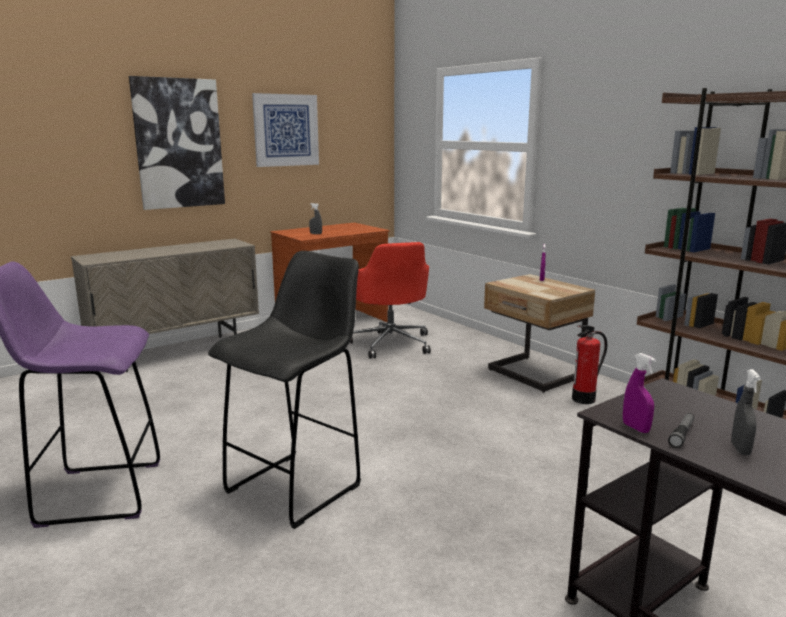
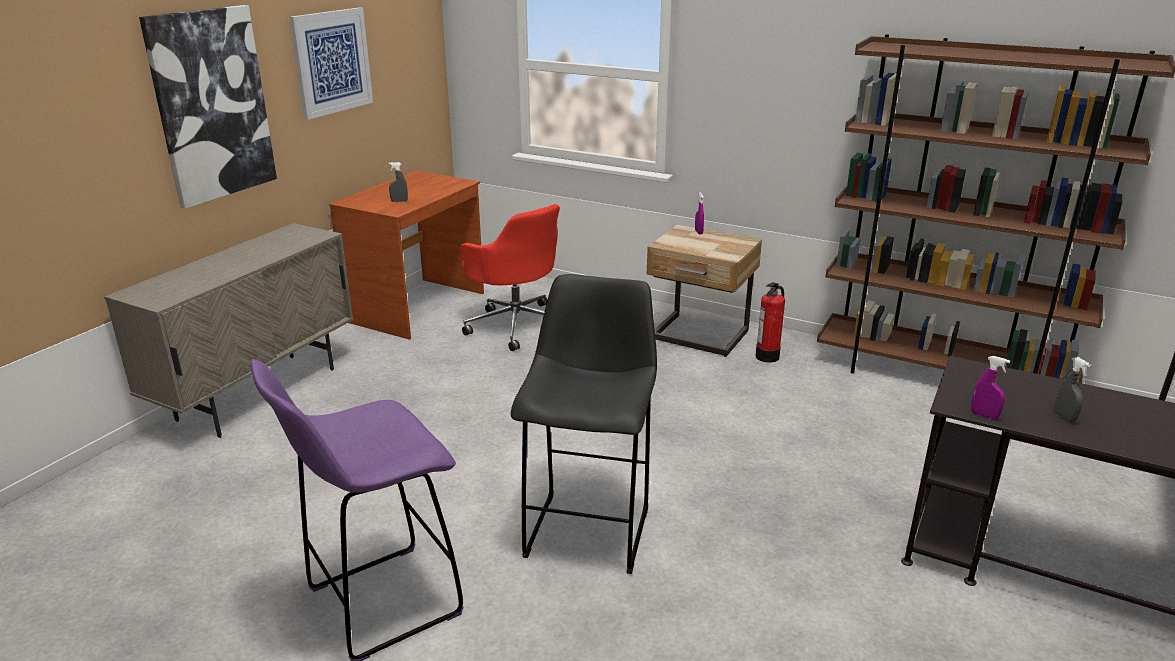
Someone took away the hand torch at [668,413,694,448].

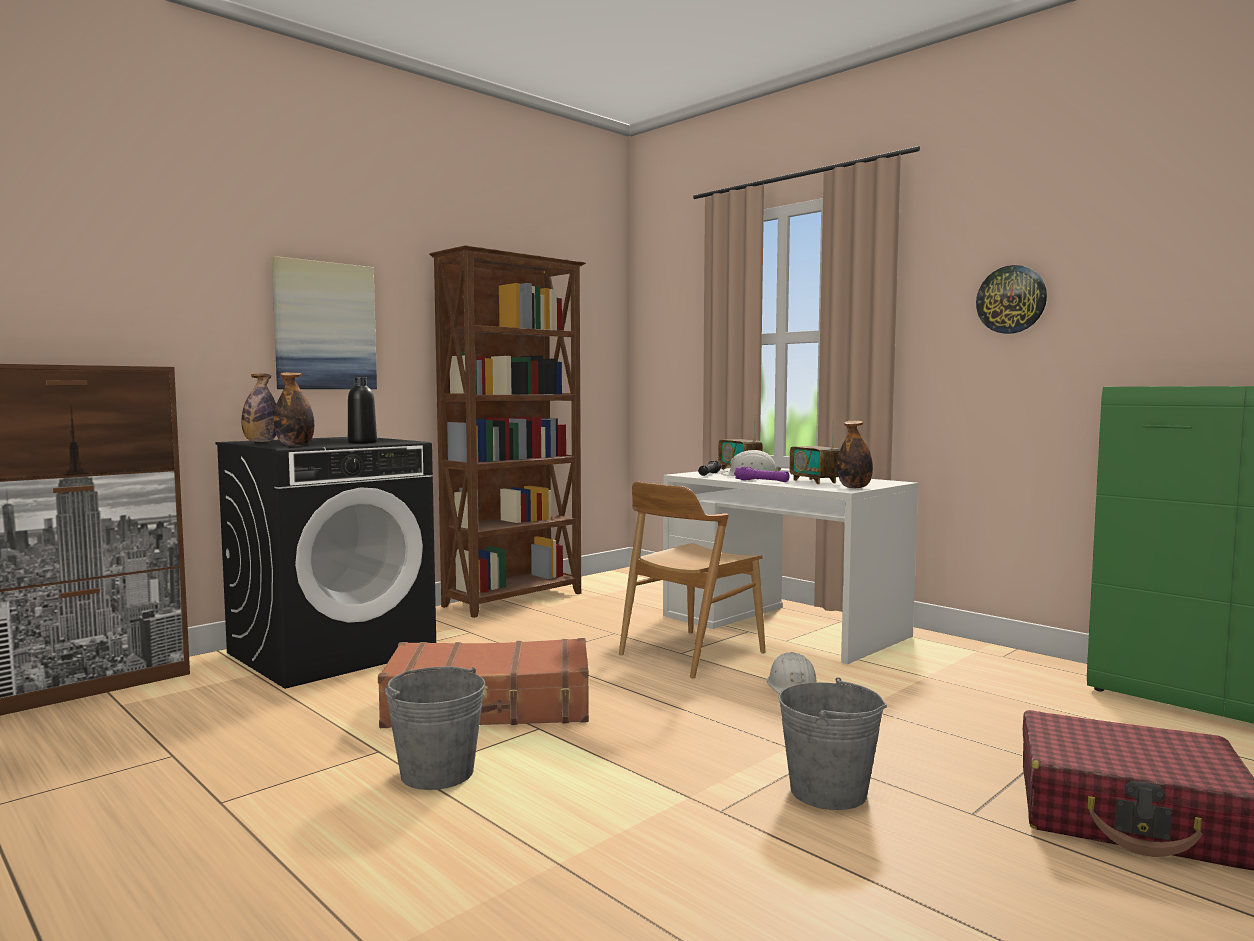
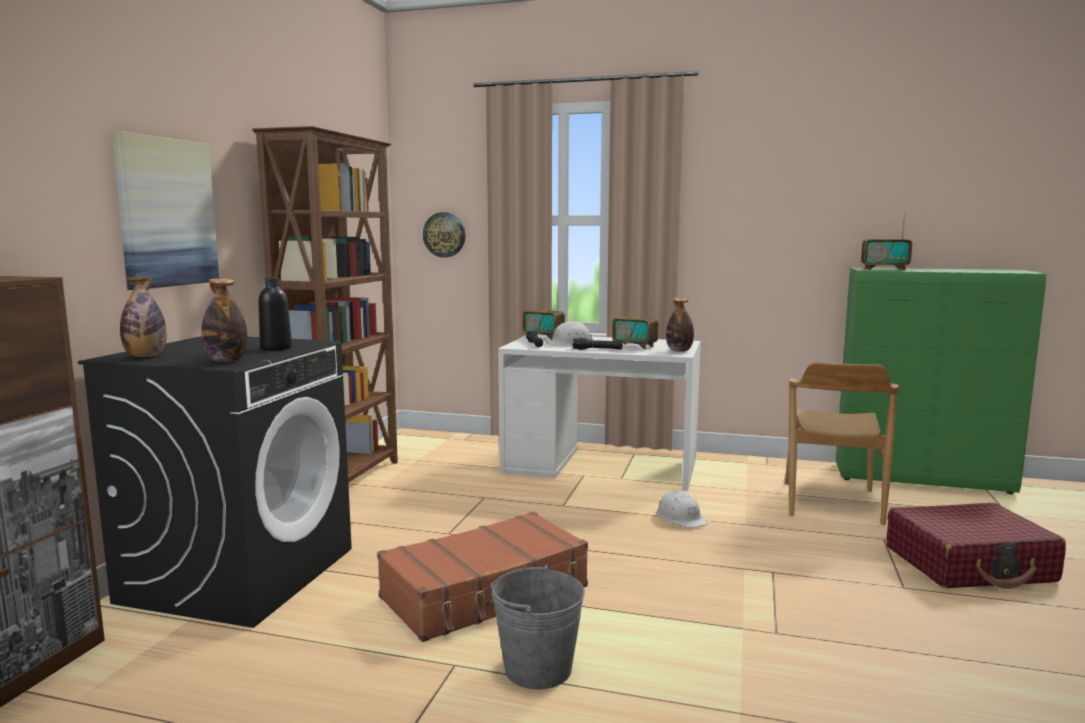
Someone carried the brown upright chair from [619,481,765,679] to [785,362,899,525].
Someone repainted the purple-coloured hand torch at [734,467,790,482], which became the black-coloured hand torch at [572,338,623,350].
Someone took away the greyish bucket at [778,678,887,810].
Someone carried the wall clock from [976,265,1047,334] to [423,212,465,258].
Someone put down the radio set at [861,214,912,271].

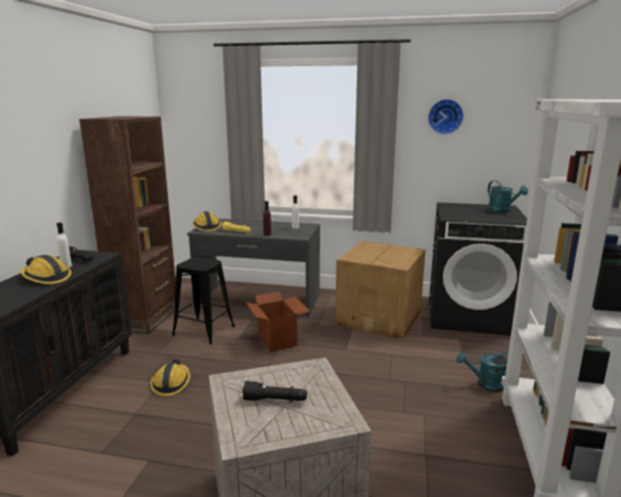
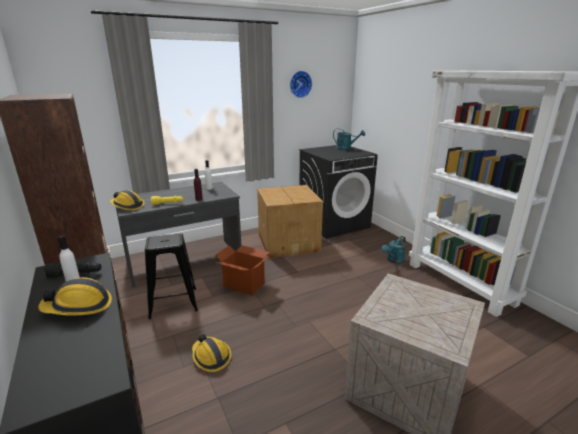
Someone took away the black-coloured hand torch at [242,381,307,403].

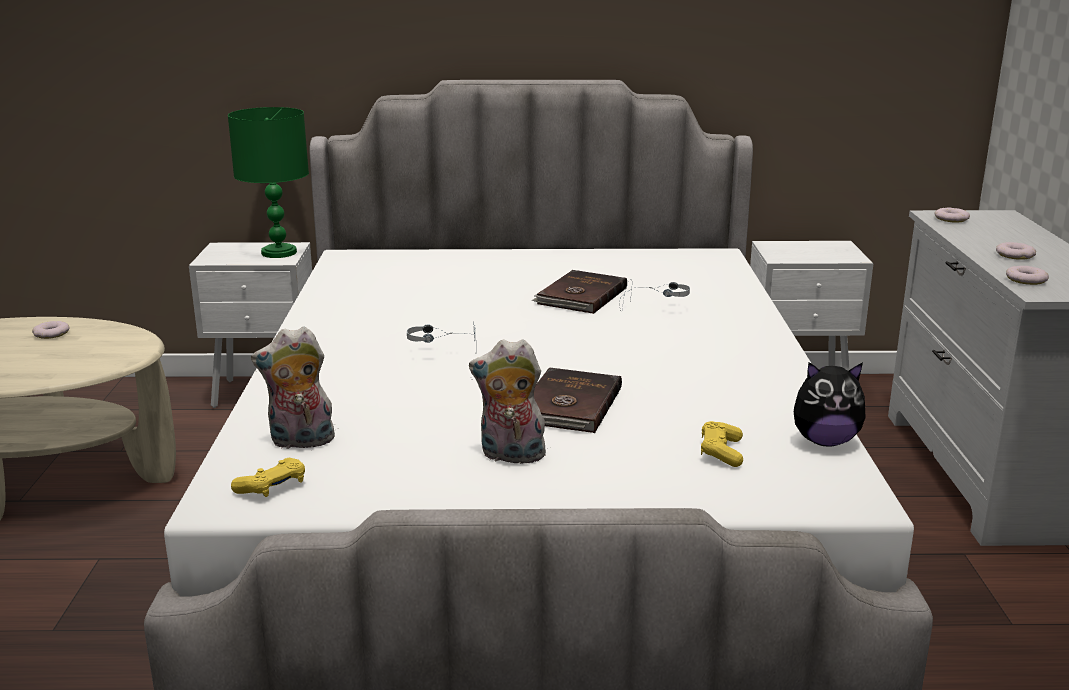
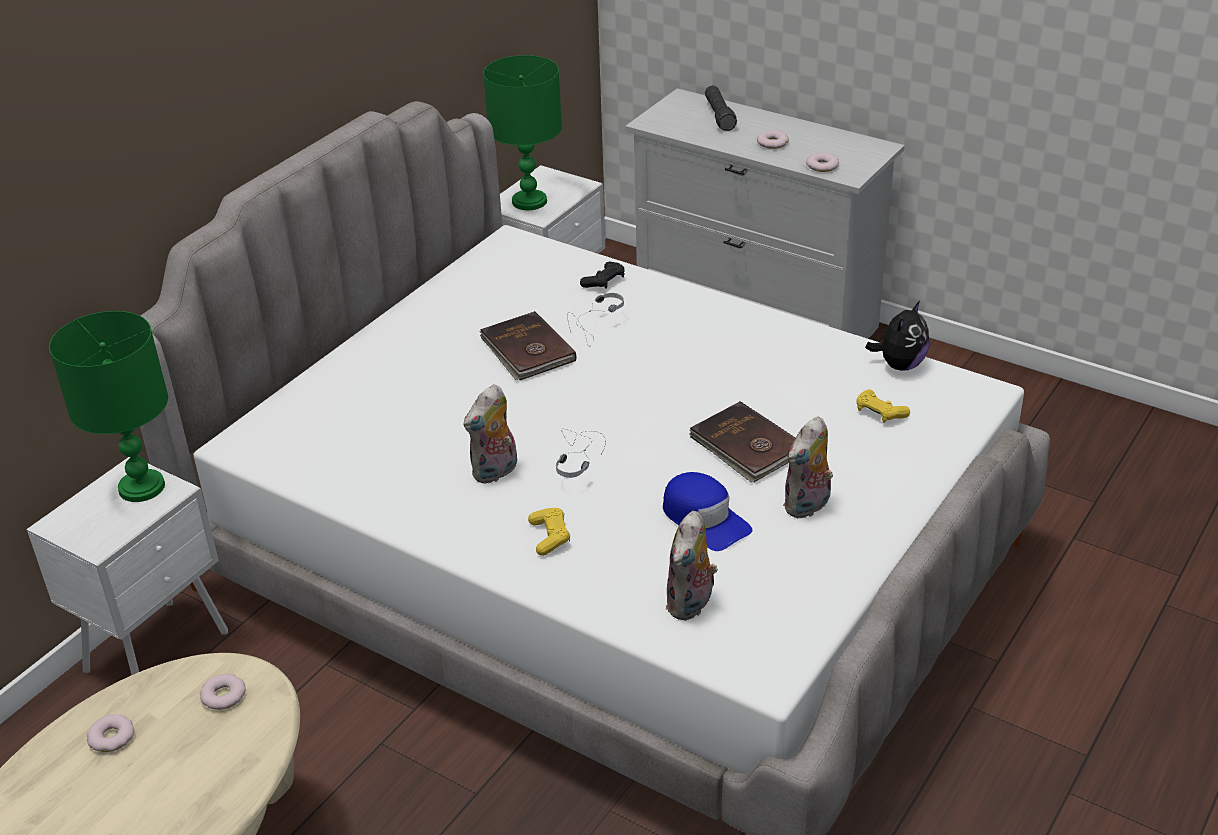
Someone carried the yellow-coloured game controller from [231,458,305,497] to [528,508,570,556].
Someone carried the doughnut from [934,208,970,222] to [200,674,246,710].
Someone put down the soft toy at [464,384,517,484].
Someone put down the green-coloured lamp for a table at [483,55,562,210].
Someone put down the black-coloured game controller at [580,262,625,289].
Someone put down the bluish baseball cap at [663,472,752,551].
Someone put down the black-coloured hand torch at [705,86,737,131].

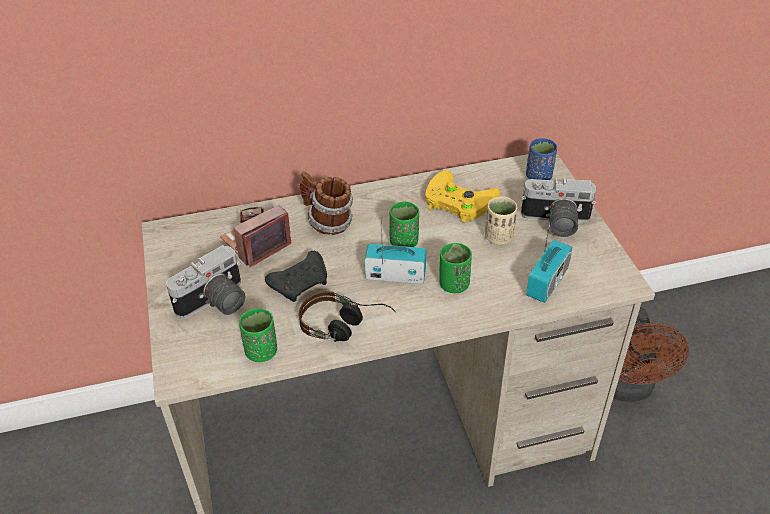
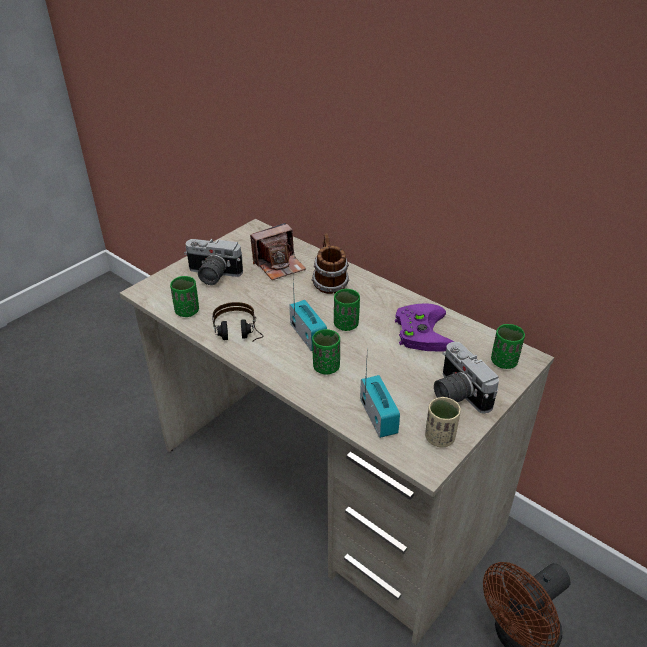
Someone rotated the photo camera at [220,205,291,267] by 135 degrees clockwise.
Someone took away the black-coloured game controller at [265,251,327,302].
Someone repainted the yellow-coloured game controller at [425,170,500,223], which became the purple-coloured game controller at [395,304,454,351].
Someone carried the sand-coloured small cup from [485,196,517,245] to [425,397,461,447].
Someone repainted the bluish small cup at [526,138,557,180], which became the green-coloured small cup at [491,324,525,369].
Someone rotated the radio set at [526,205,572,303] by 105 degrees counterclockwise.

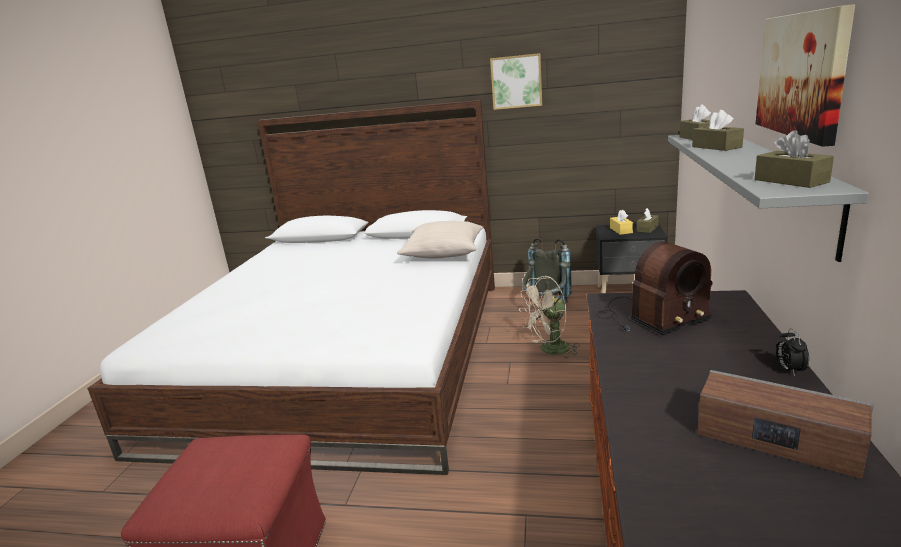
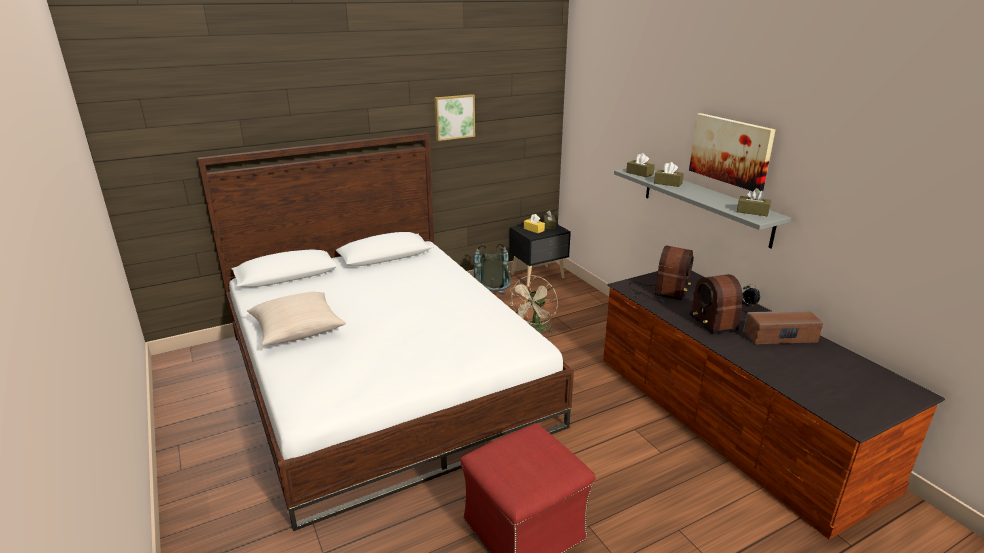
Someone carried the sand-coloured cushion from [397,221,484,258] to [247,292,346,346].
Someone put down the radio set at [689,274,746,334].

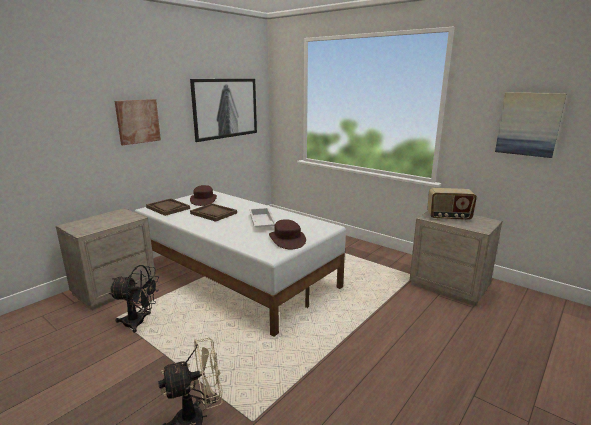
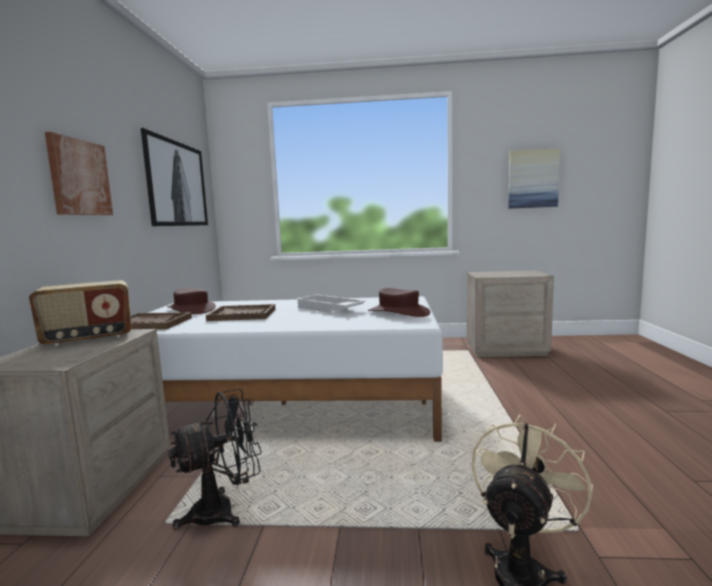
Someone carried the radio set from [427,188,477,221] to [29,280,131,346].

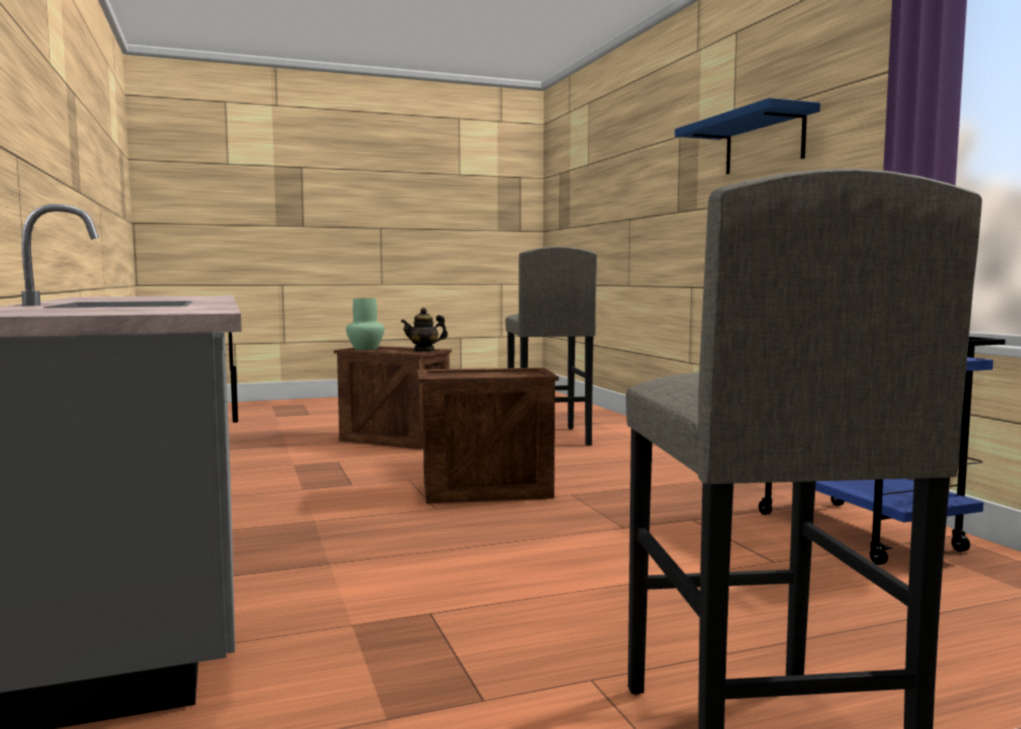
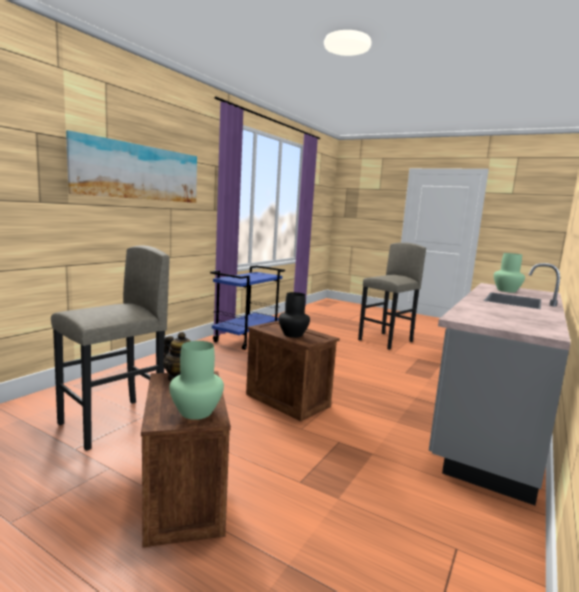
Someone swapped the bluish shelf at [675,98,820,174] for the wall picture at [66,130,197,203].
Someone put down the black-coloured decorative vase at [278,292,310,338].
Someone put down the green-coloured decorative vase at [494,253,525,293].

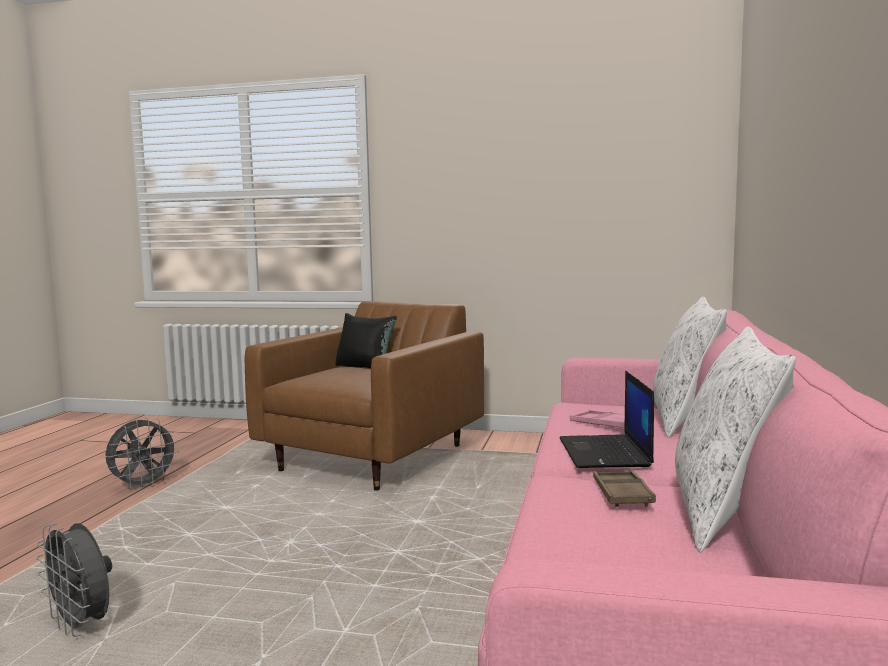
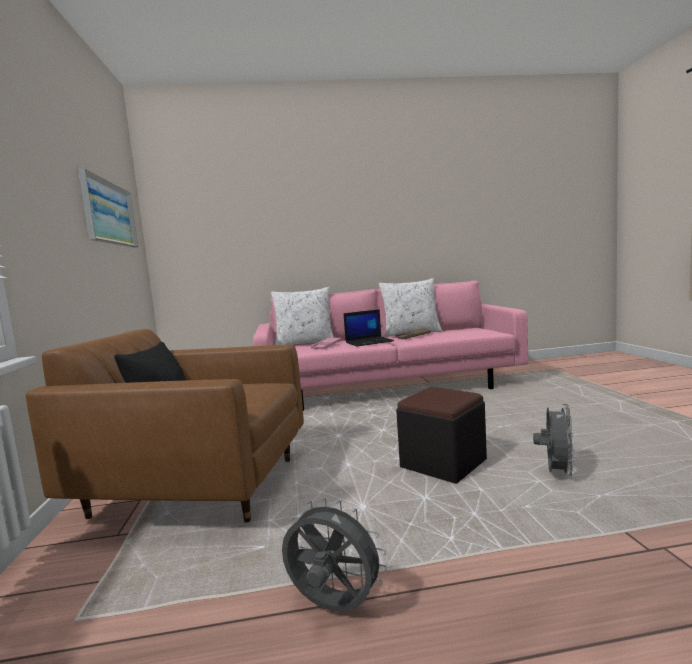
Someone put up the wall picture at [78,169,138,248].
Someone put down the black-coloured ottoman at [396,387,487,484].

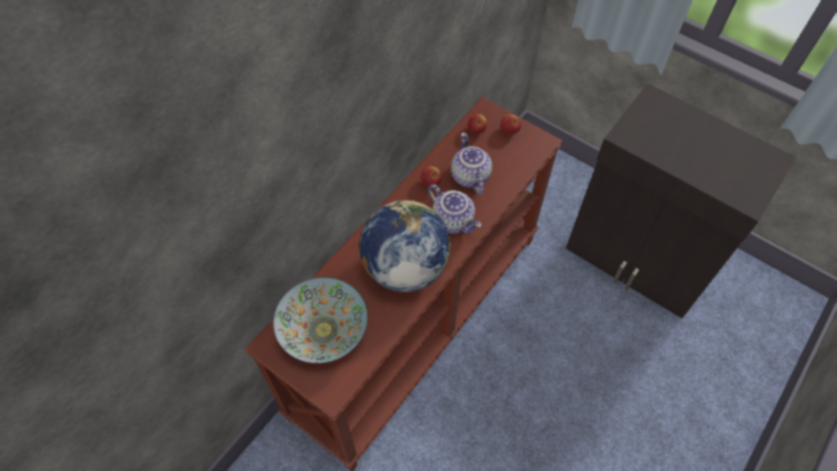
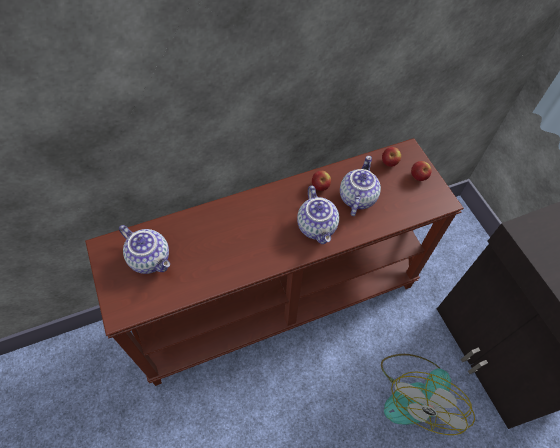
Someone swapped the serving bowl at [273,277,368,363] for the pot for tea at [119,225,170,274].
Someone took away the desk globe at [359,200,451,292].
Someone put down the fan at [381,354,475,435].

